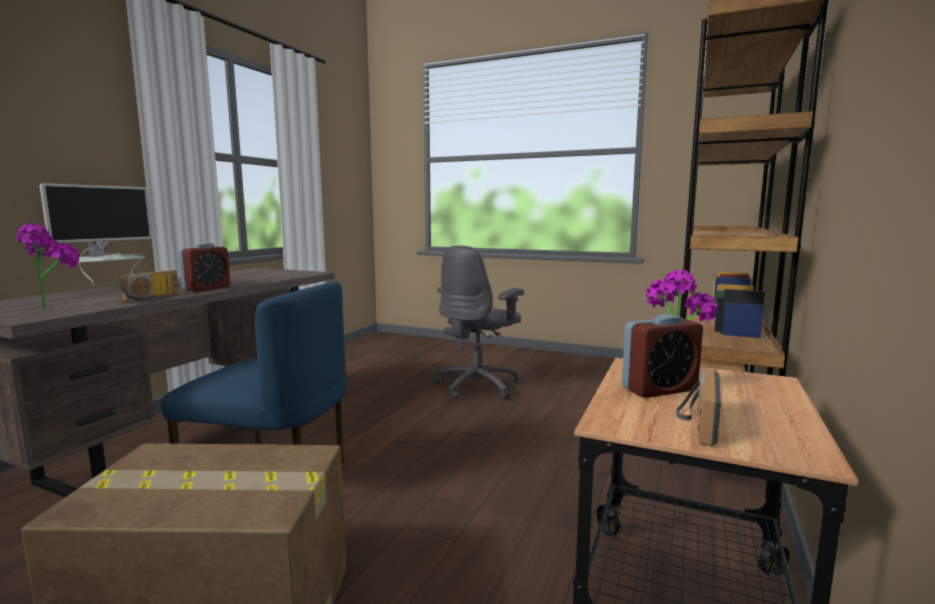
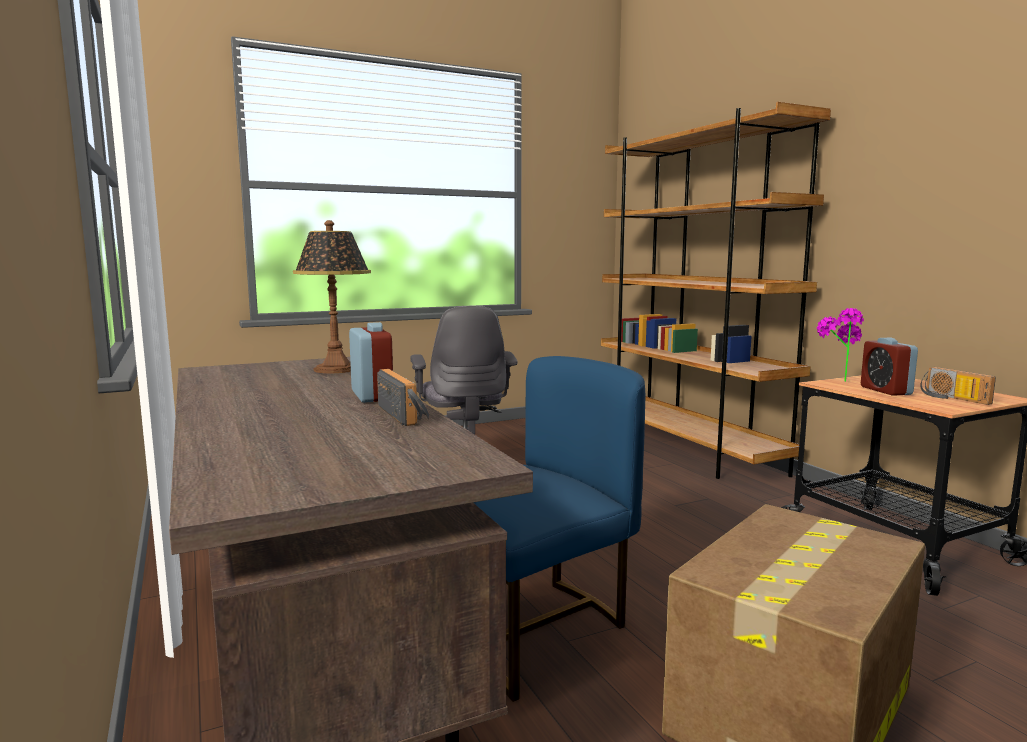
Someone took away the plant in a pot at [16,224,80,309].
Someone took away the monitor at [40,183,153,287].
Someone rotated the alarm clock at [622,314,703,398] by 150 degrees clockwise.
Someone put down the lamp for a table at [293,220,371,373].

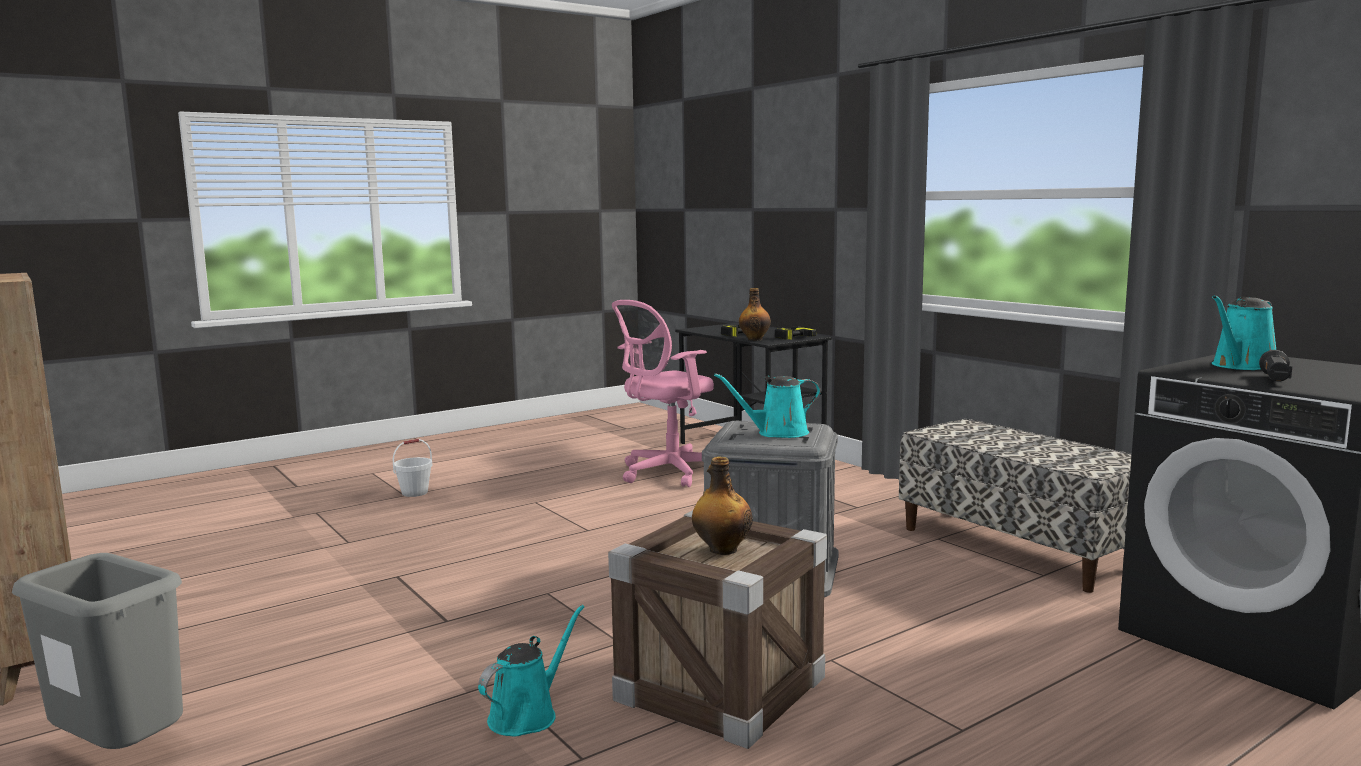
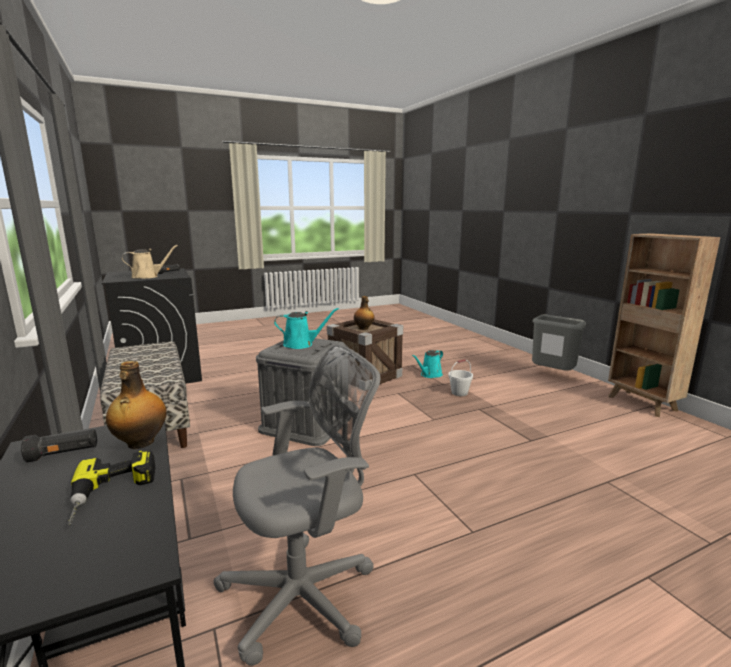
Someone carried the whitish bucket from [393,439,433,497] to [448,359,473,396].
Someone repainted the pink-coloured office chair at [612,300,714,487], which became the greyish office chair at [214,345,381,666].
Someone swapped the power drill at [775,326,816,340] for the black-coloured hand torch at [21,429,97,462].
Someone repainted the turquoise watering pot at [1212,295,1276,370], which became the sand-coloured watering pot at [122,245,178,279].

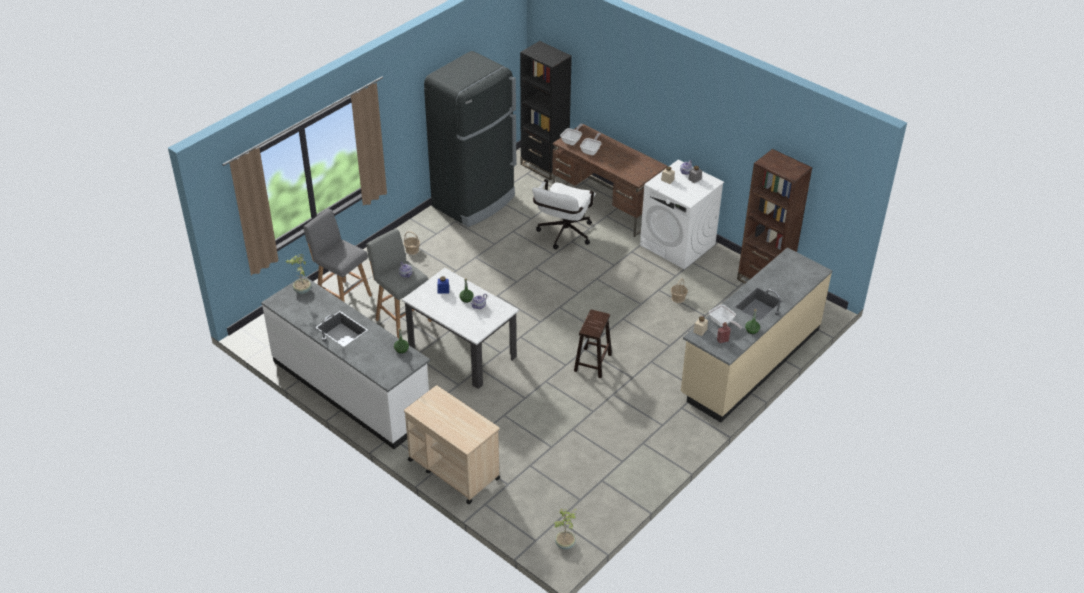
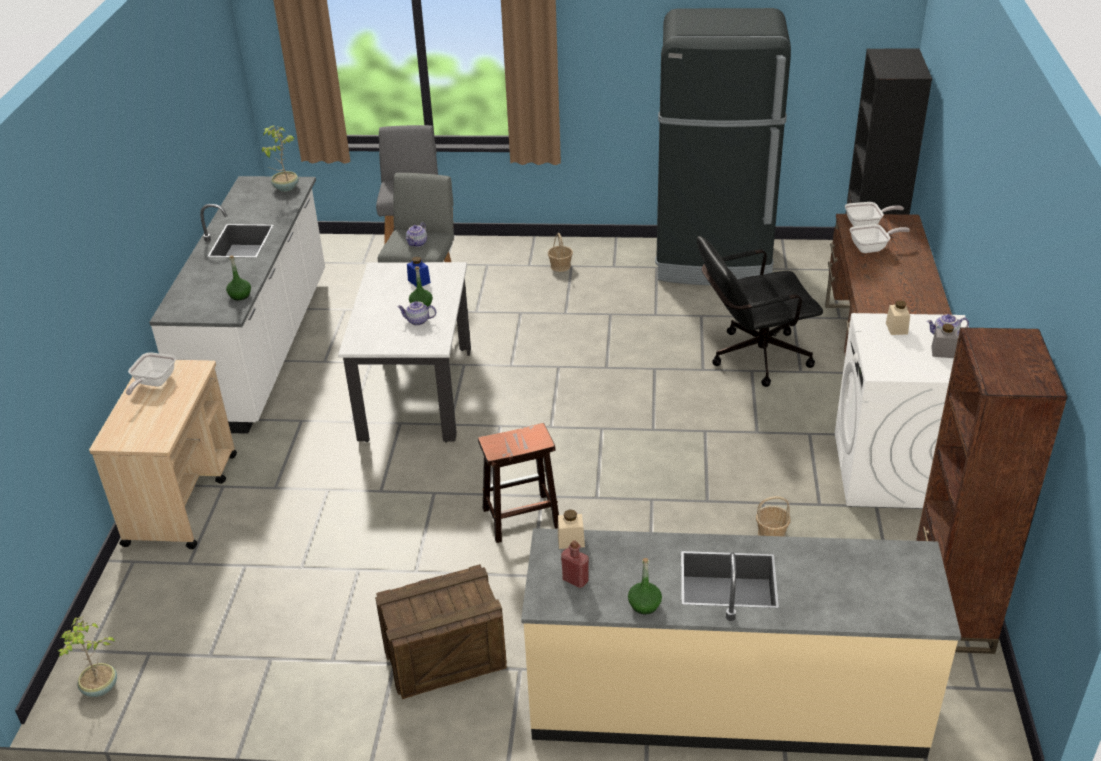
Someone repainted the whitish office chair at [532,179,595,249], which became the black-coloured office chair at [697,236,823,387].
Someone carried the pan from [709,305,742,329] to [126,352,176,395].
Someone put down the packing crate at [375,564,507,699].

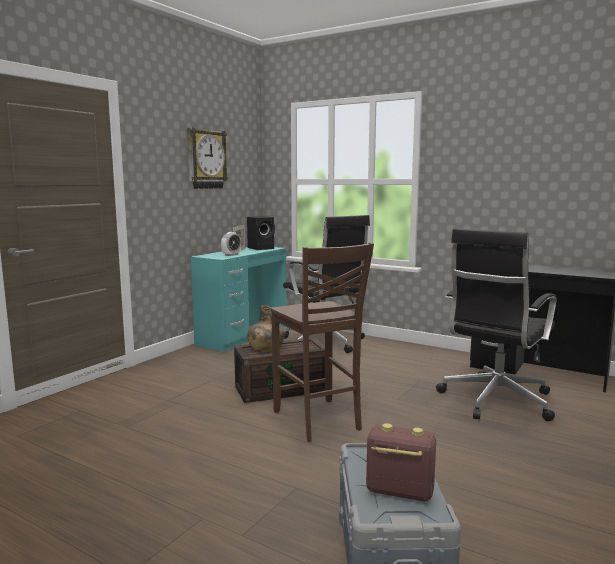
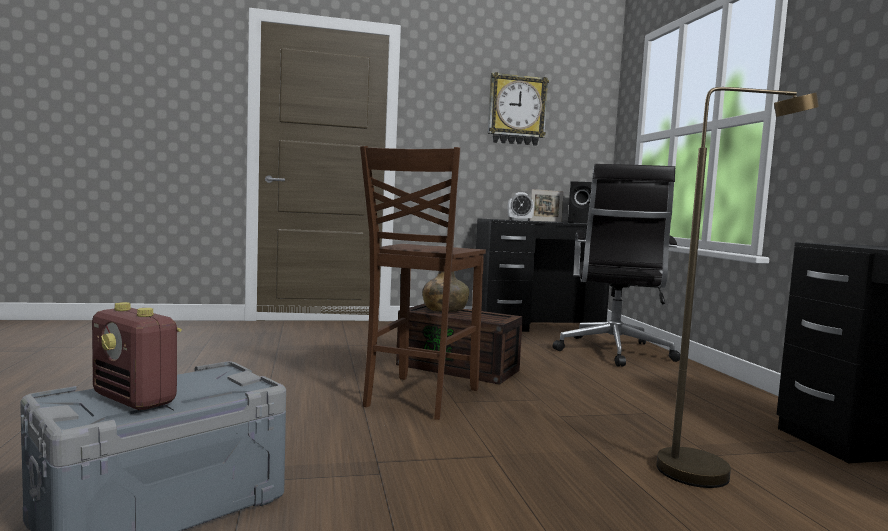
Someone repainted the turquoise desk unit at [191,247,287,352], which became the black-coloured desk unit at [476,218,609,332].
Someone rotated the radio set at [366,423,436,501] by 150 degrees clockwise.
Someone swapped the black-coloured office chair at [436,228,556,421] for the brown standing lamp at [657,87,819,488].

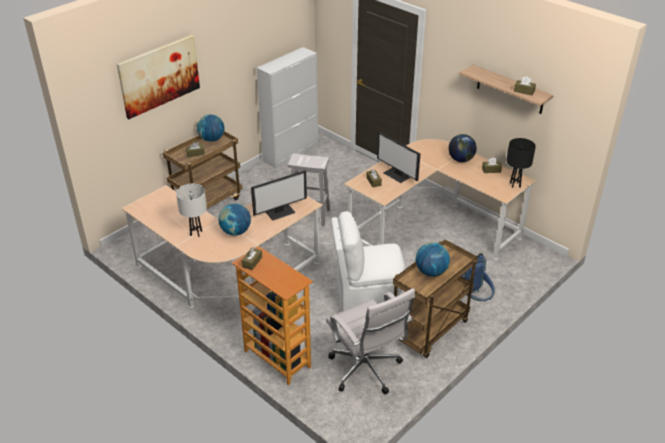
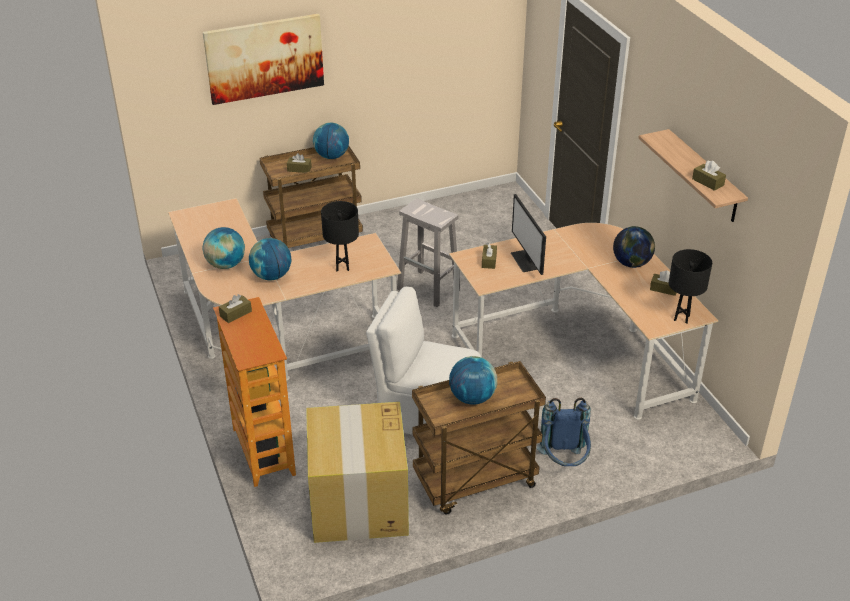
Someone swapped the whitish lamp for a table at [176,184,207,237] for the desk globe at [202,227,245,269].
Someone swapped the monitor at [251,170,307,221] for the black-coloured lamp for a table at [321,201,359,271].
Someone took away the whitish cupboard at [257,47,318,169].
Someone swapped the whitish office chair at [326,288,415,394] for the cardboard box at [306,402,409,543].

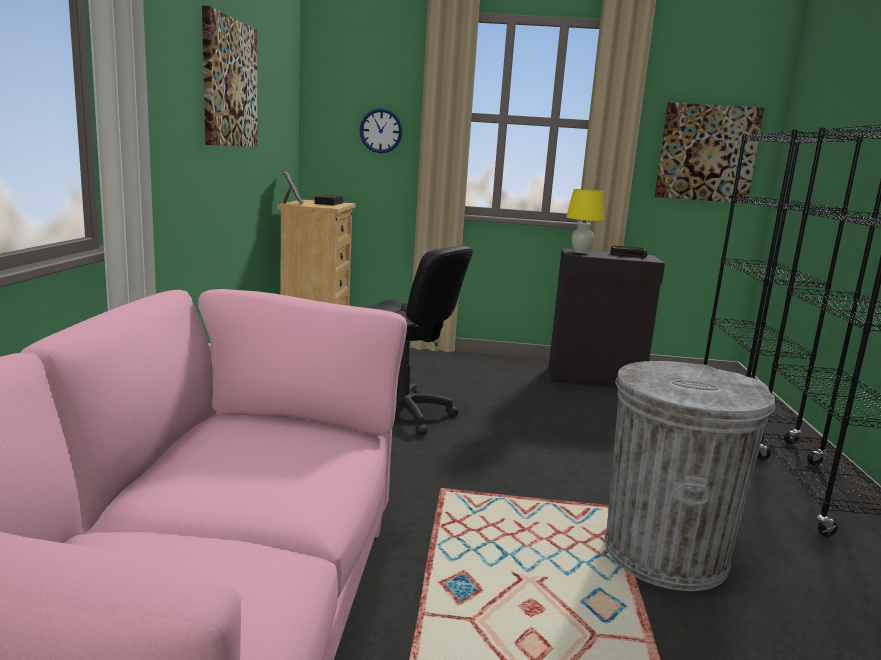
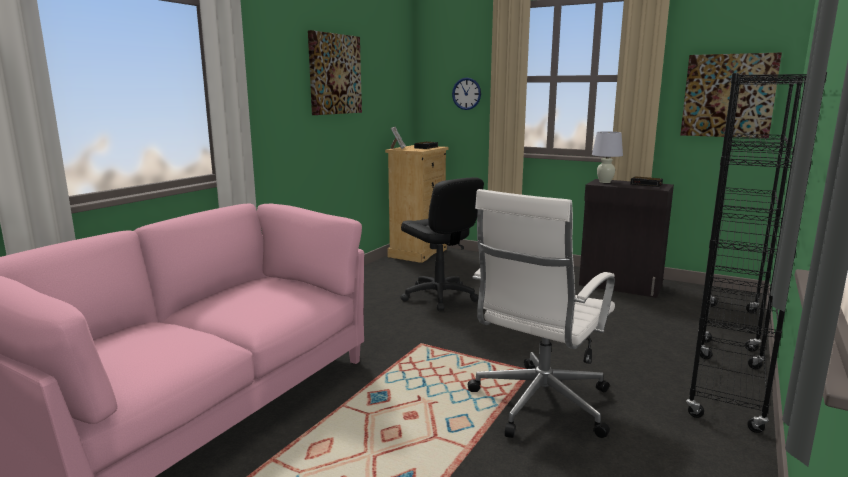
Someone repainted the yellow-coloured lamp for a table at [566,189,604,253], which became the whitish lamp for a table at [592,131,623,183].
Someone swapped the greyish trash can at [605,361,775,591] for the whitish office chair at [468,189,615,438].

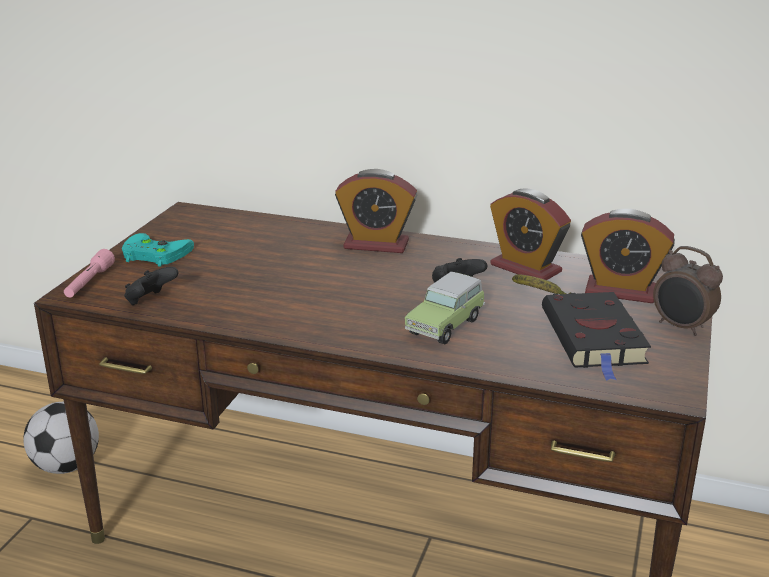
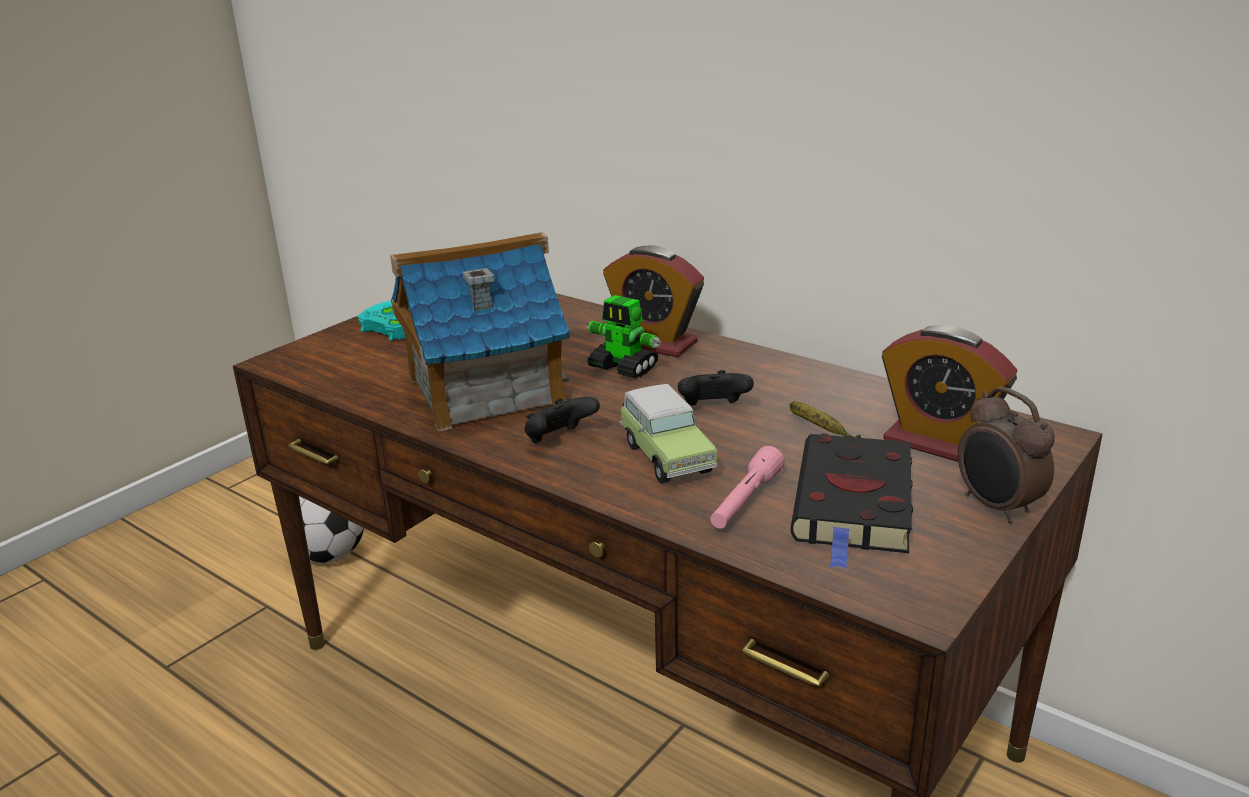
Someone carried the pink-coloured hand torch from [64,249,115,297] to [710,446,785,529].
Someone carried the black-coloured game controller from [124,266,179,305] to [525,396,600,443].
Someone rotated the miniature car at [405,271,486,344] by 75 degrees counterclockwise.
Someone took away the alarm clock at [490,188,571,280].
Someone put down the toy house at [390,232,570,432].
Someone put down the robot figure at [586,295,661,379].

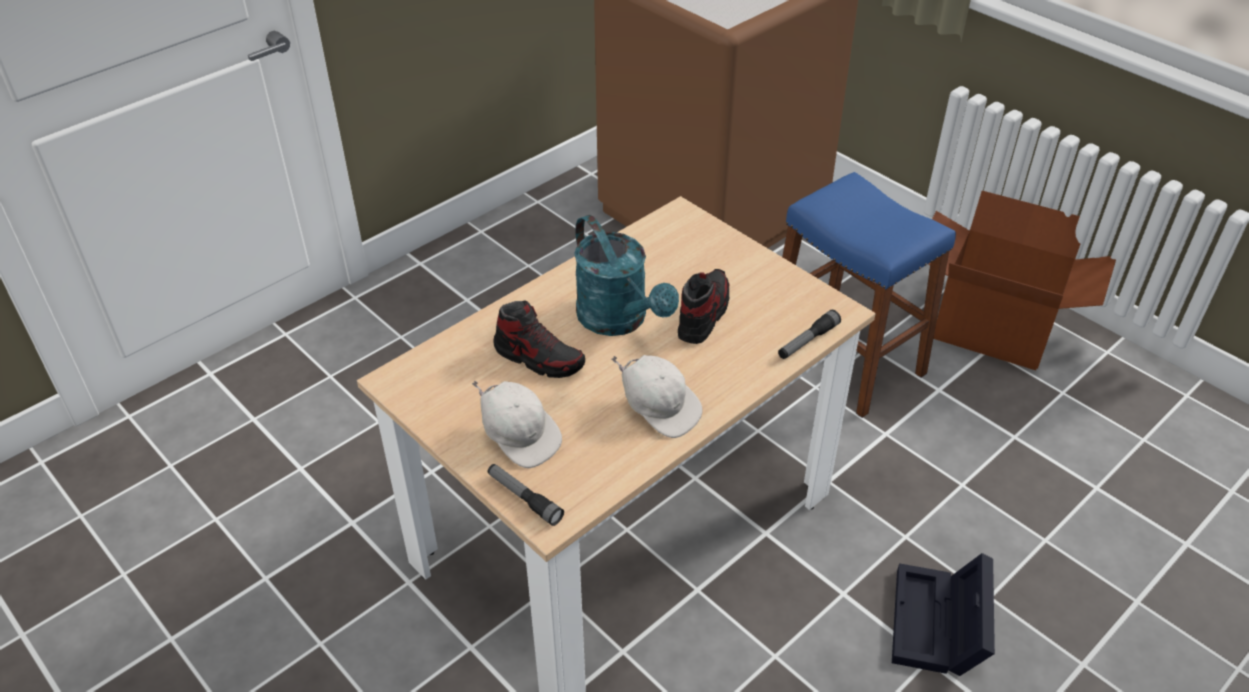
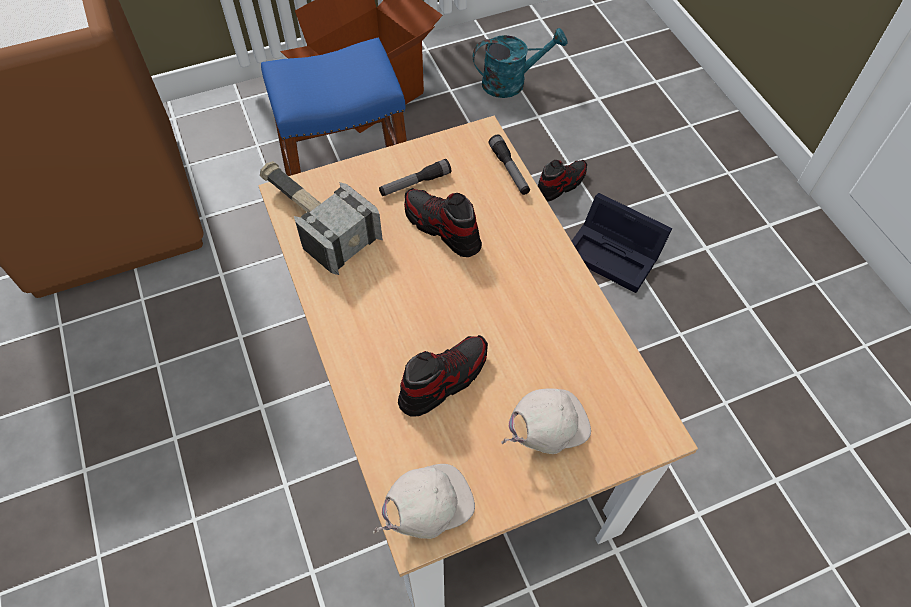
Someone carried the hand torch from [488,464,564,526] to [379,159,451,196].
Someone carried the turquoise watering pot from [574,215,679,336] to [473,28,567,98].
Someone carried the whitish baseball cap from [611,355,703,438] to [373,464,475,539].
Someone put down the hand hammer at [260,161,383,275].
Someone put down the item of footwear at [538,160,587,202].

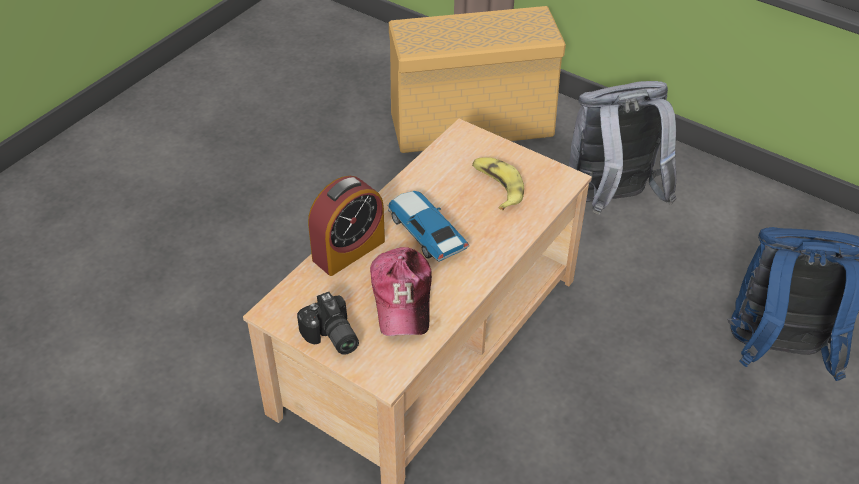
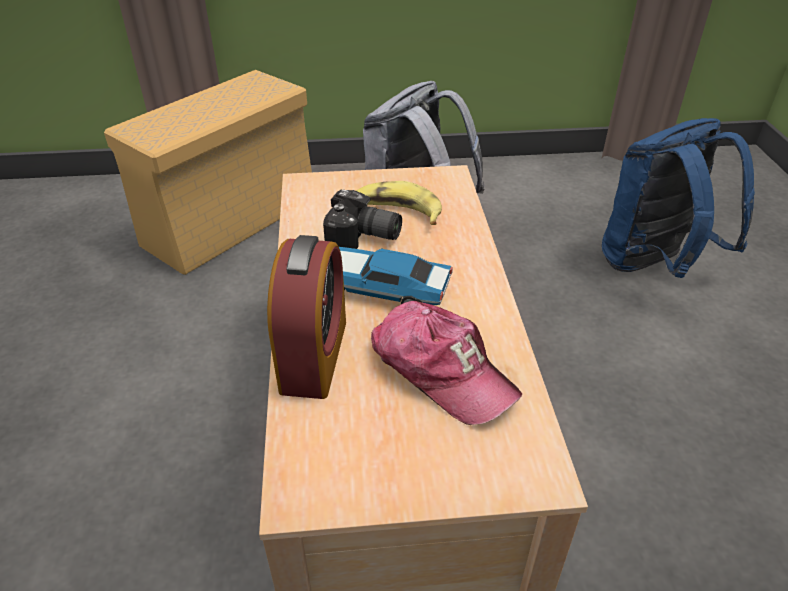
Someone carried the photo camera from [297,291,359,355] to [323,190,402,249].

